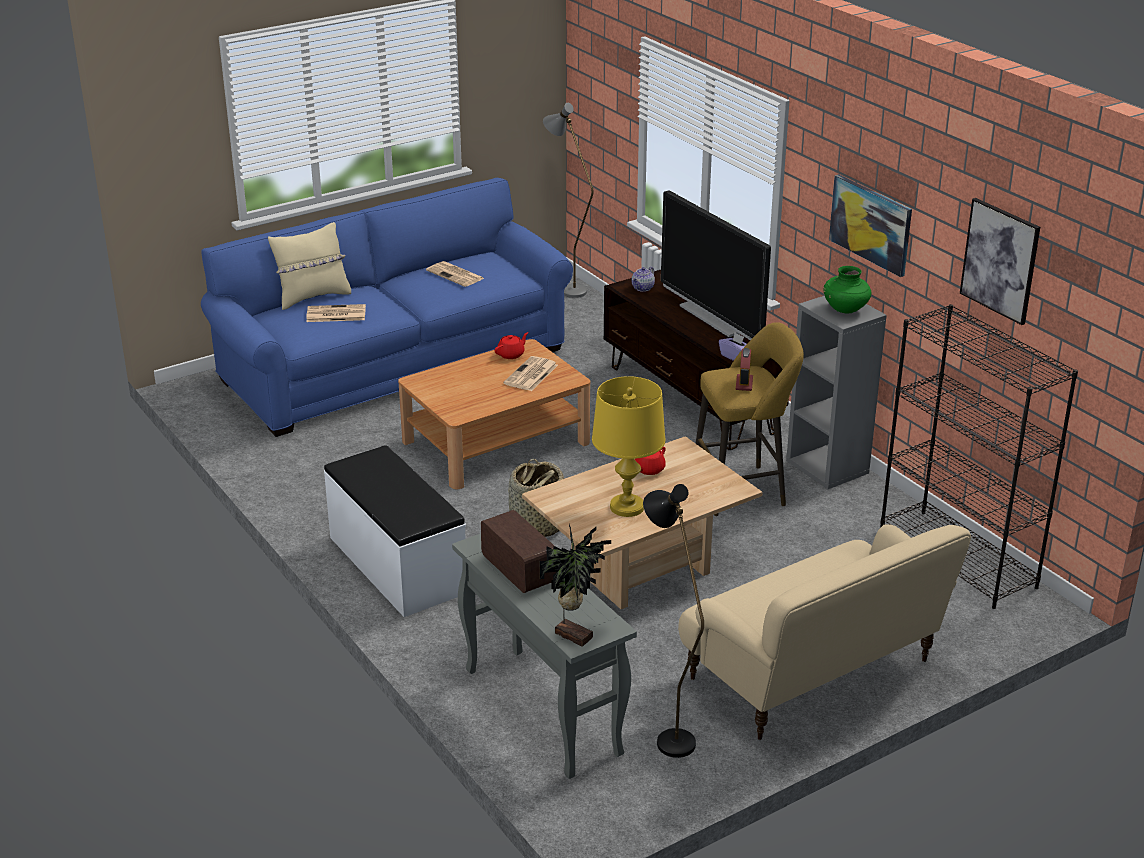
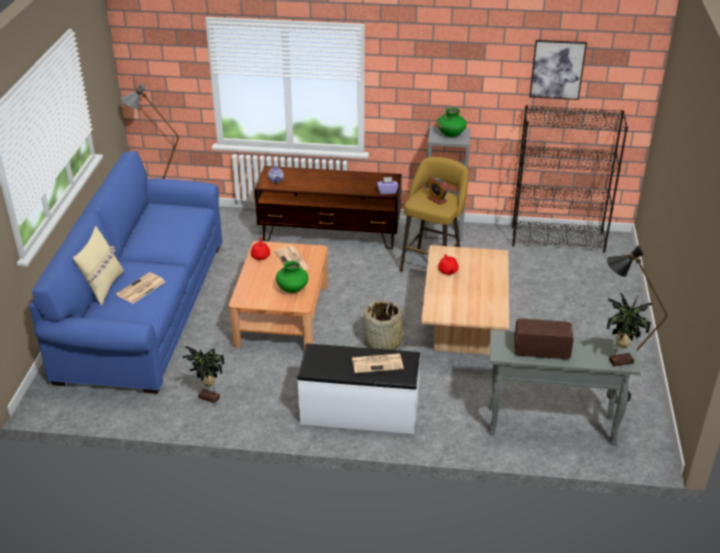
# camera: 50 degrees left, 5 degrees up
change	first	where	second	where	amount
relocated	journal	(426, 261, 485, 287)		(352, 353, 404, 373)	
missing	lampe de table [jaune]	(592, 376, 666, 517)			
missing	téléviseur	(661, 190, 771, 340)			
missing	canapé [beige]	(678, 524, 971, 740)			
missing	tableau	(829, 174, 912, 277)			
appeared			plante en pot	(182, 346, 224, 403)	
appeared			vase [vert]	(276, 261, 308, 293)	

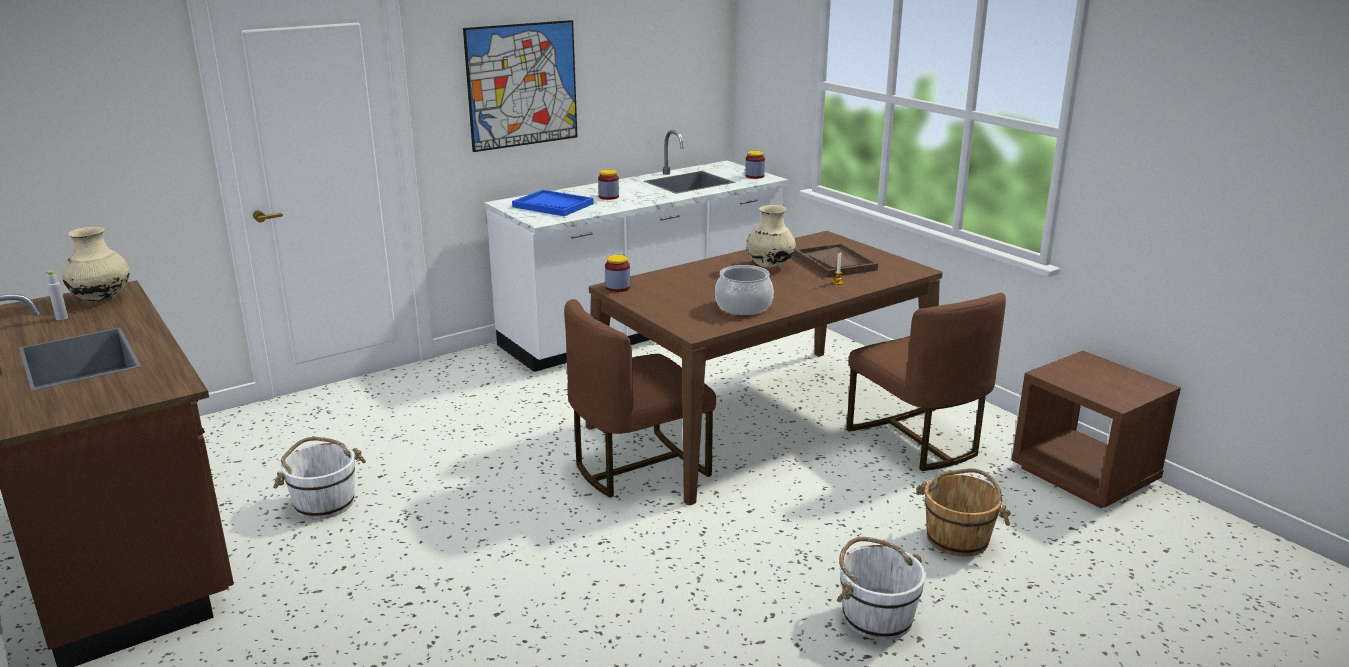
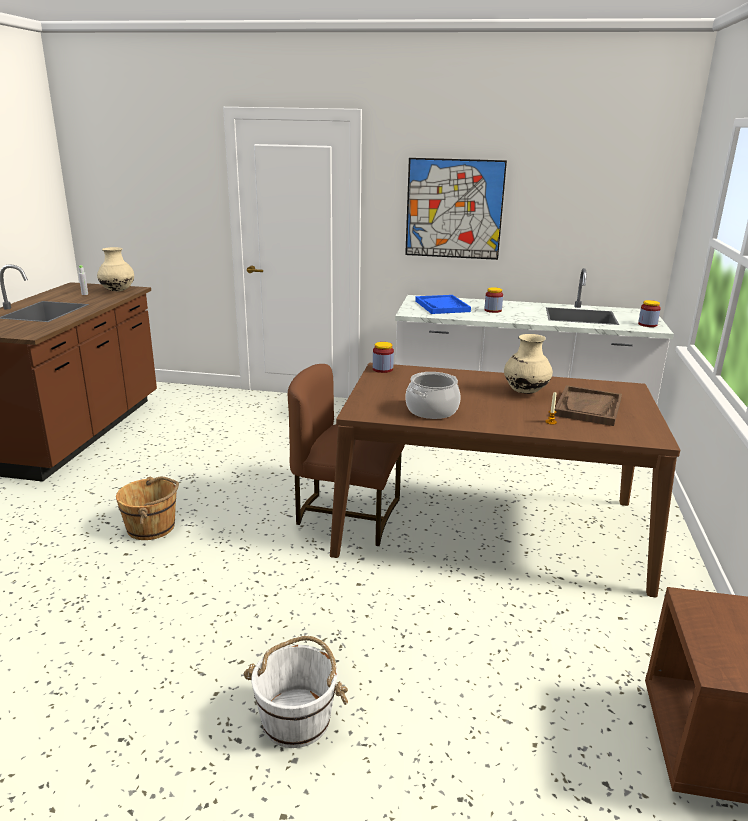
# camera: 45 degrees right, 0 degrees up
change	first	where	second	where	amount
missing	seau [blanc]	(273, 437, 366, 519)			
missing	chaise [marron]	(846, 293, 1006, 471)			
relocated	seau [marron]	(916, 468, 1011, 556)		(116, 477, 179, 540)	

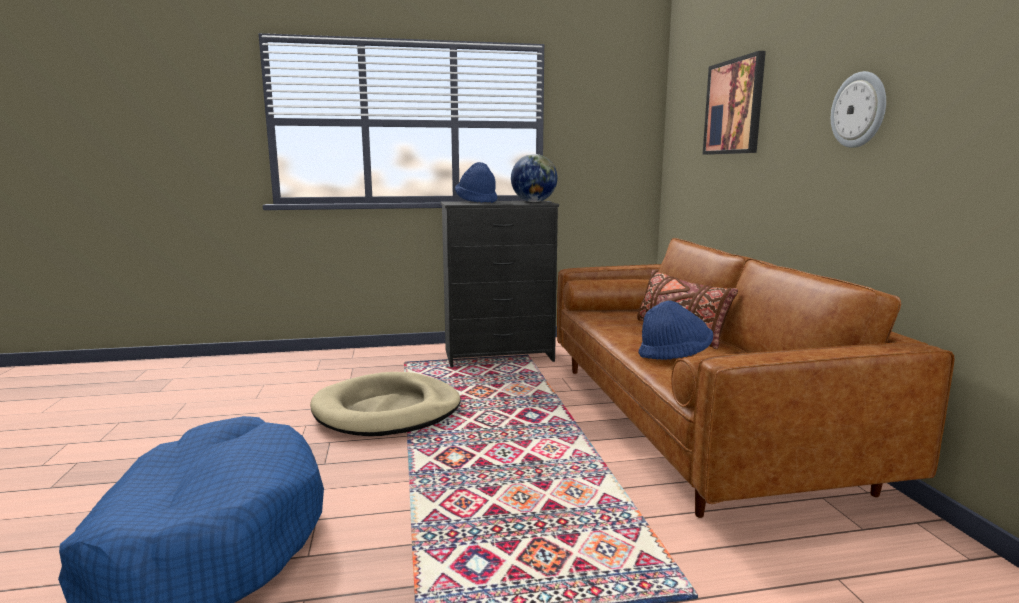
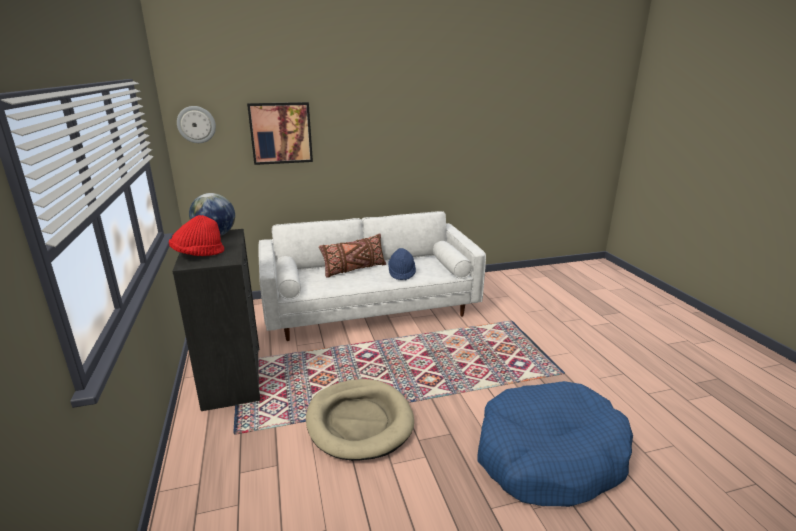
# camera: 95 degrees left, 10 degrees up
change	first	where	second	where	amount
colour	chapeau [bleu]	(455, 162, 498, 203)	chapeau [rouge]	(169, 215, 224, 256)	
colour	canapé [marron]	(557, 238, 954, 518)	canapé [blanc]	(258, 211, 486, 341)	
relocated	horloge murale	(831, 71, 886, 148)		(177, 106, 216, 143)	

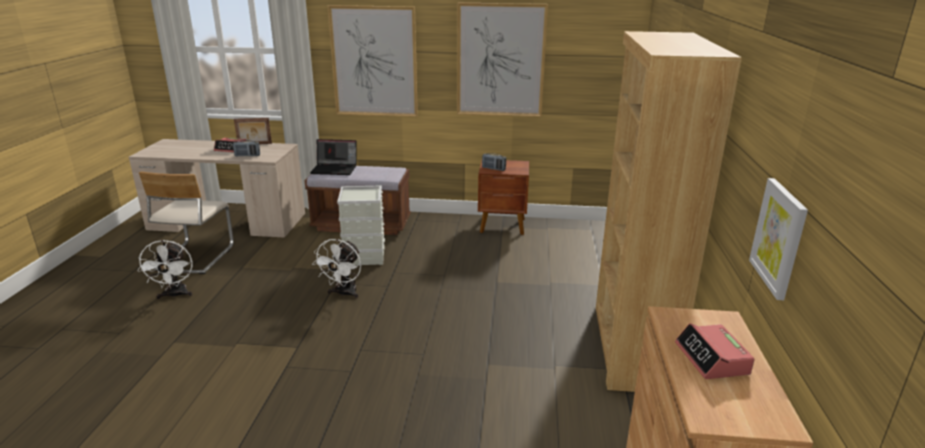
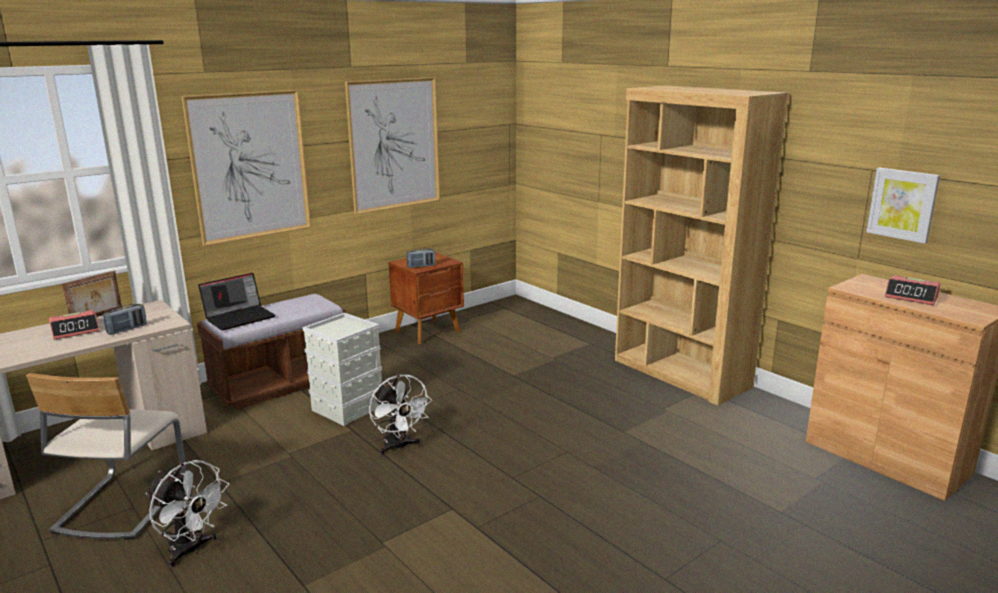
# camera: 45 degrees left, 5 degrees down
change	first	where	second	where	amount
spun	chaise [beige]	(139, 172, 234, 274)		(26, 373, 187, 540)	45 degrees clockwise

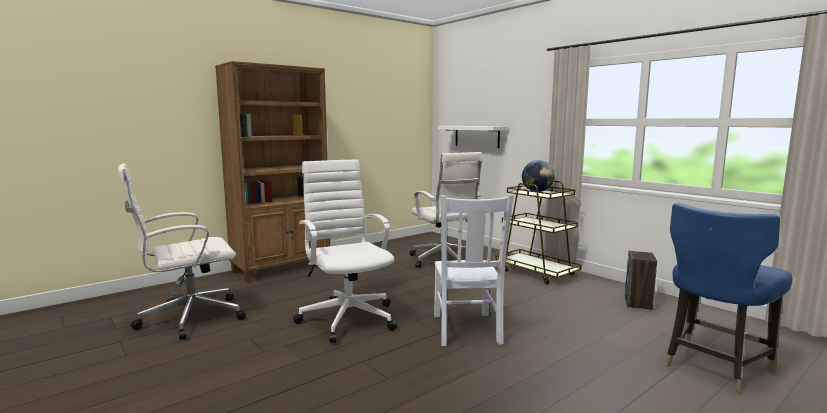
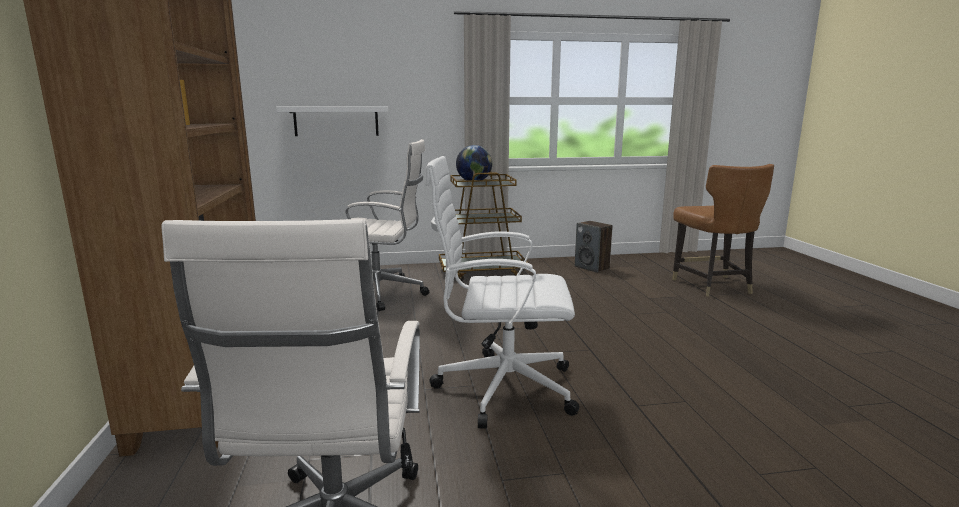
# camera: 60 degrees left, 5 degrees up
change	first	where	second	where	amount
missing	chaise [blanc]	(434, 195, 514, 346)			
colour	chaise [bleu]	(664, 203, 792, 394)	chaise [marron]	(672, 164, 774, 297)	

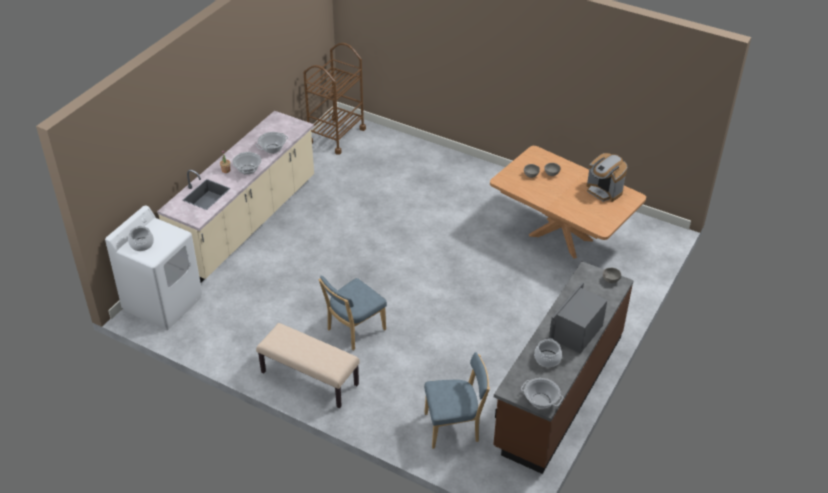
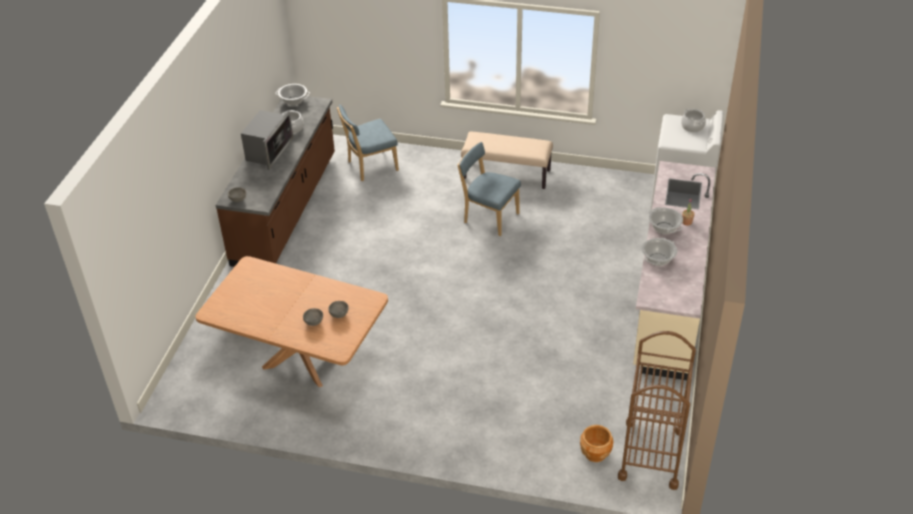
# camera: 165 degrees right, 0 degrees up
change	first	where	second	where	amount
spun	chaise [bleu]	(319, 275, 387, 350)		(458, 142, 521, 236)	90 degrees counterclockwise
missing	machine à café	(586, 153, 627, 202)			
appeared			cache-pot [marron]	(580, 425, 614, 462)	

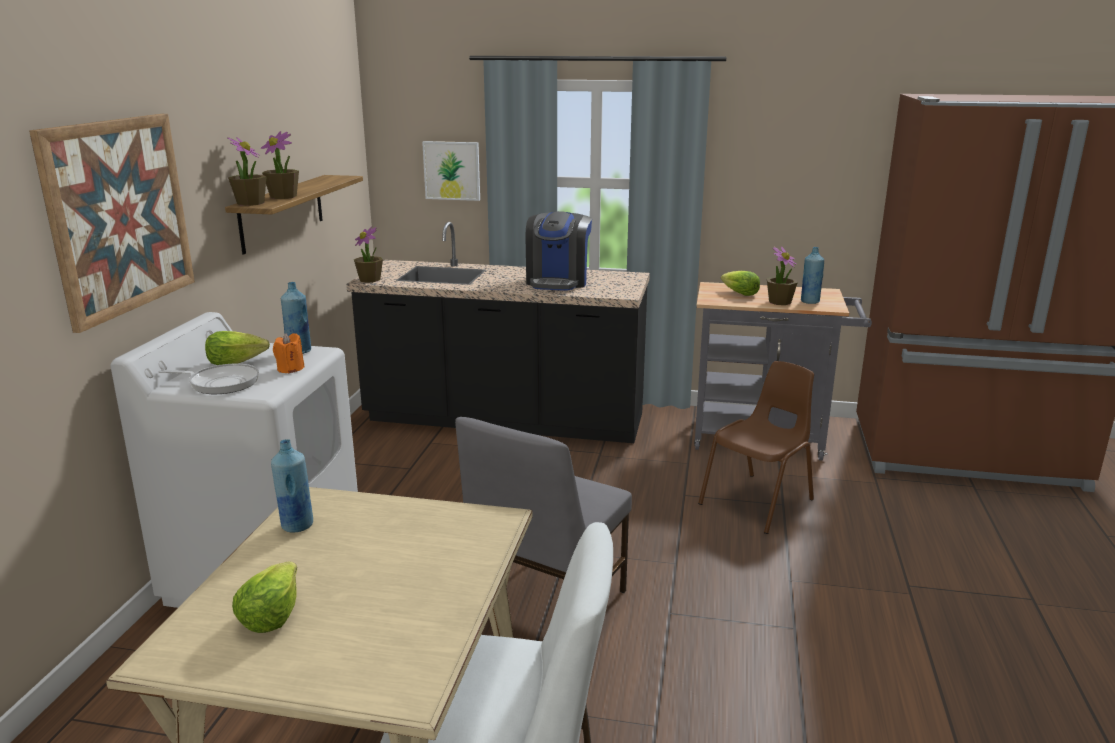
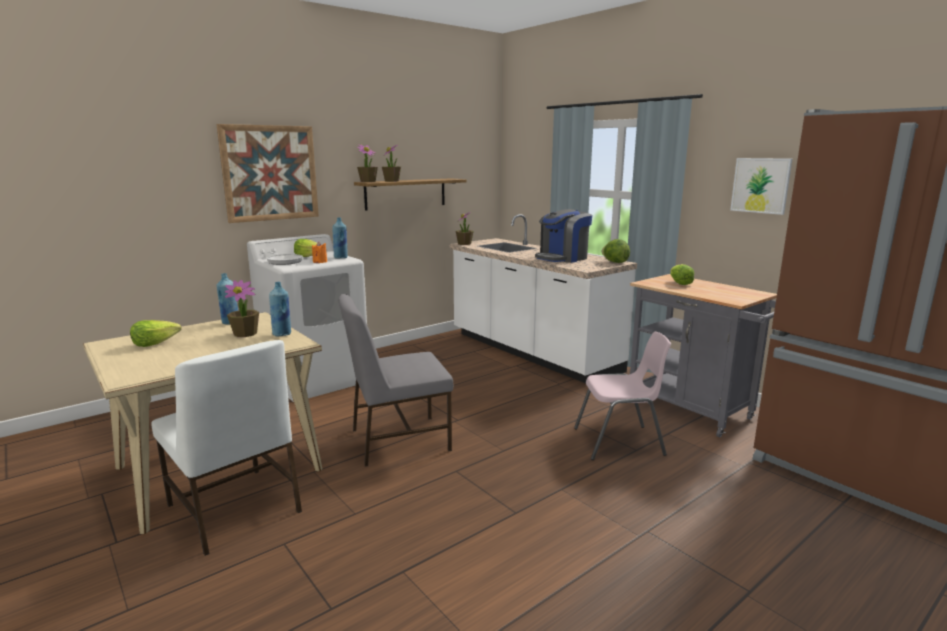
# camera: 40 degrees right, 5 degrees down
change	first	where	second	where	amount
colour	comptoir de cuisine [noir]	(346, 222, 650, 443)	comptoir de cuisine [blanc]	(449, 214, 637, 383)	
relocated	tableau	(422, 141, 480, 201)		(730, 158, 792, 215)	
colour	chaise [marron]	(698, 361, 814, 534)	chaise [rose]	(574, 332, 671, 460)	
relocated	plante en pot	(767, 246, 798, 305)		(225, 280, 259, 337)	
relocated	bouteille [bleu]	(801, 247, 824, 304)		(269, 282, 291, 336)	
appeared			laitue	(601, 239, 630, 263)	

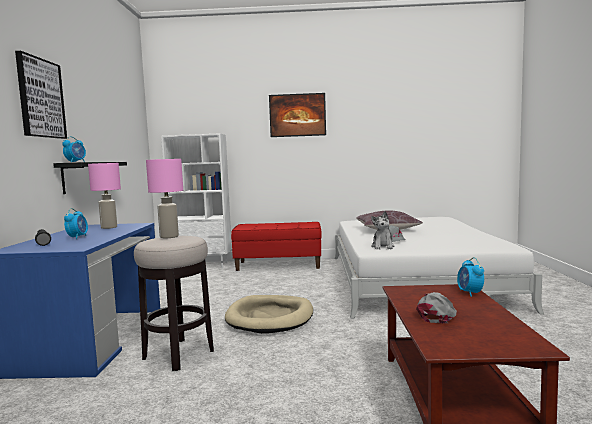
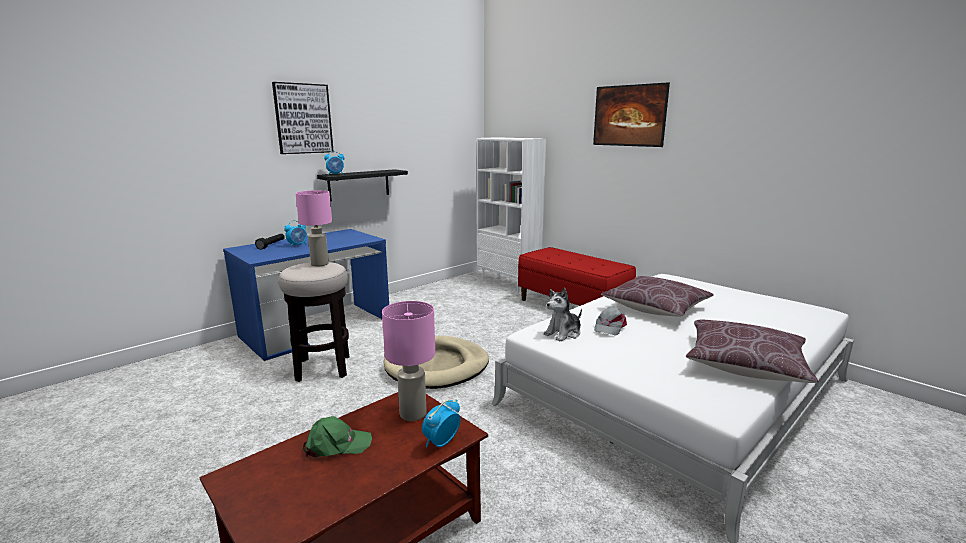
# camera: 45 degrees right, 10 degrees up
change	first	where	second	where	amount
relocated	lampe de table [rose]	(88, 163, 121, 229)		(382, 301, 435, 421)	
colour	casquette [gris]	(416, 292, 457, 323)	casquette [vert]	(303, 416, 372, 459)	
appeared			coussin [marron]	(686, 320, 819, 383)	

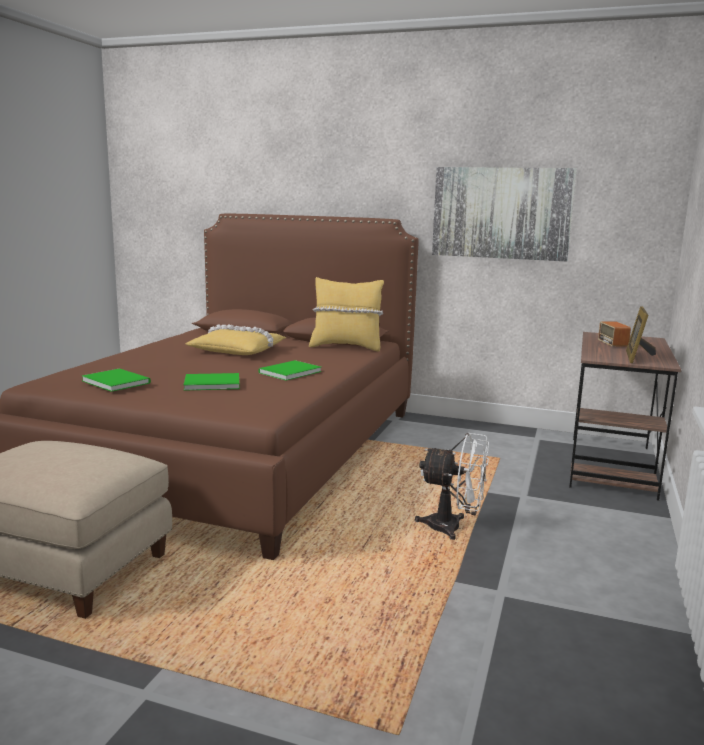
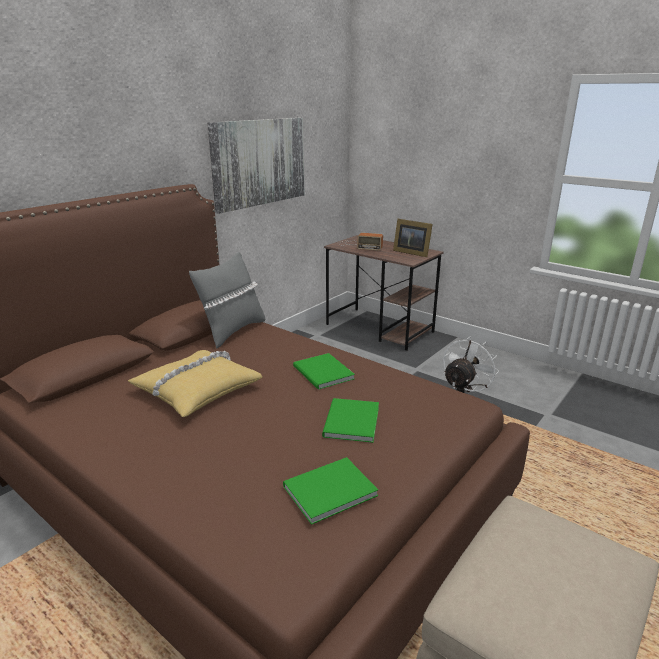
# camera: 70 degrees left, 10 degrees up
change	first	where	second	where	amount
colour	coussin [jaune]	(309, 277, 384, 352)	coussin [gris]	(189, 252, 265, 349)	

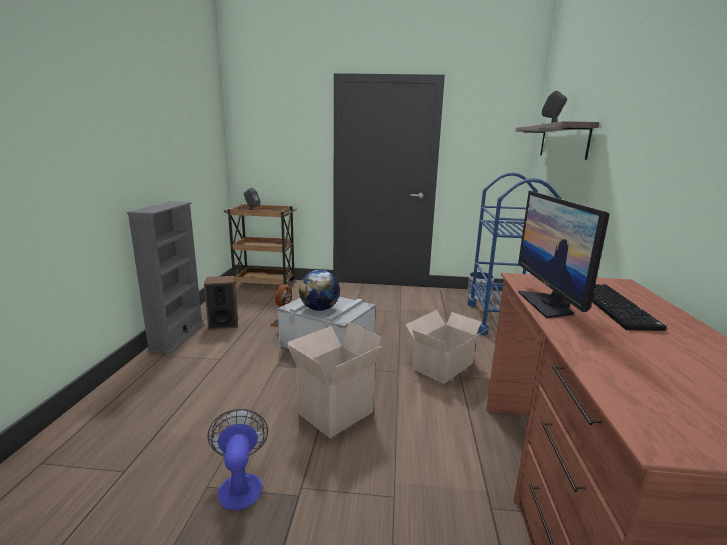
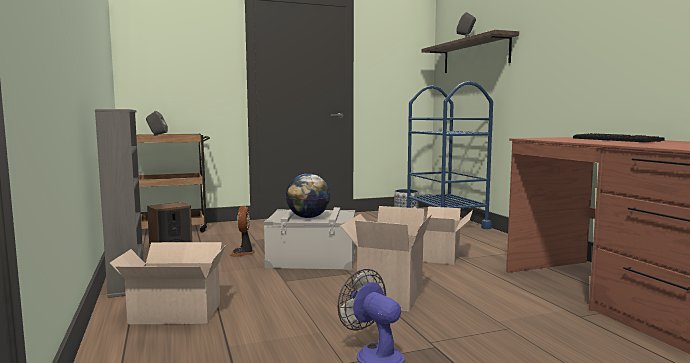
# camera: 25 degrees left, 10 degrees down
change	first	where	second	where	amount
missing	écran d'ordinateur	(518, 191, 610, 319)			
appeared			carton	(110, 242, 226, 324)	

